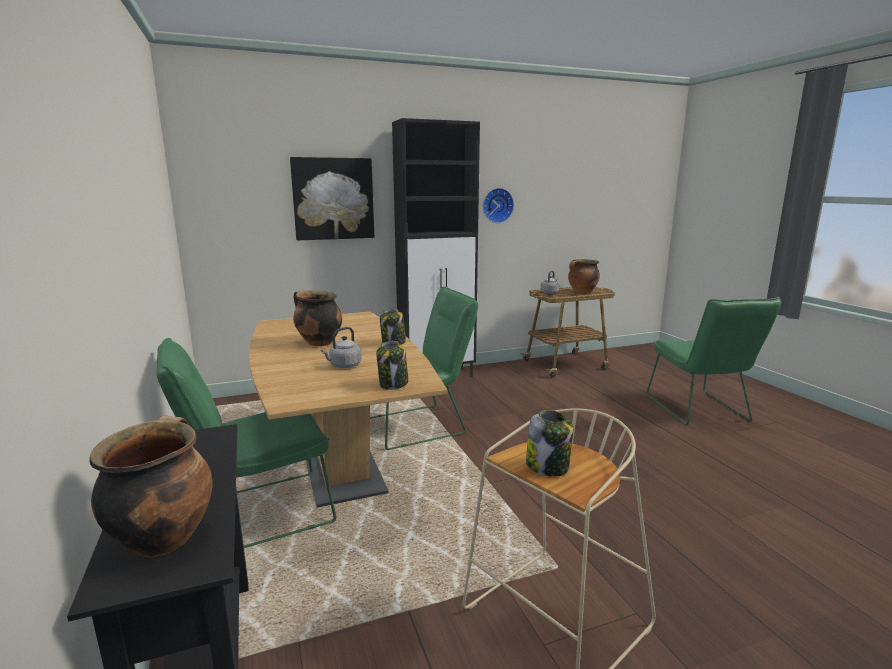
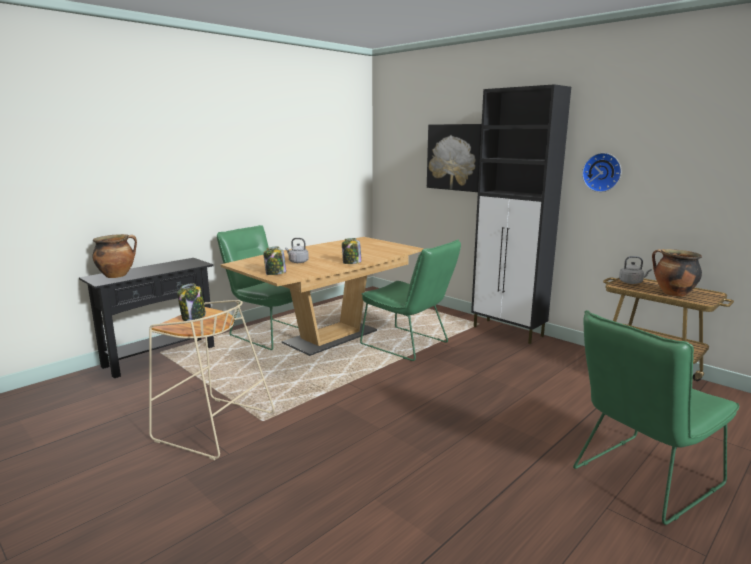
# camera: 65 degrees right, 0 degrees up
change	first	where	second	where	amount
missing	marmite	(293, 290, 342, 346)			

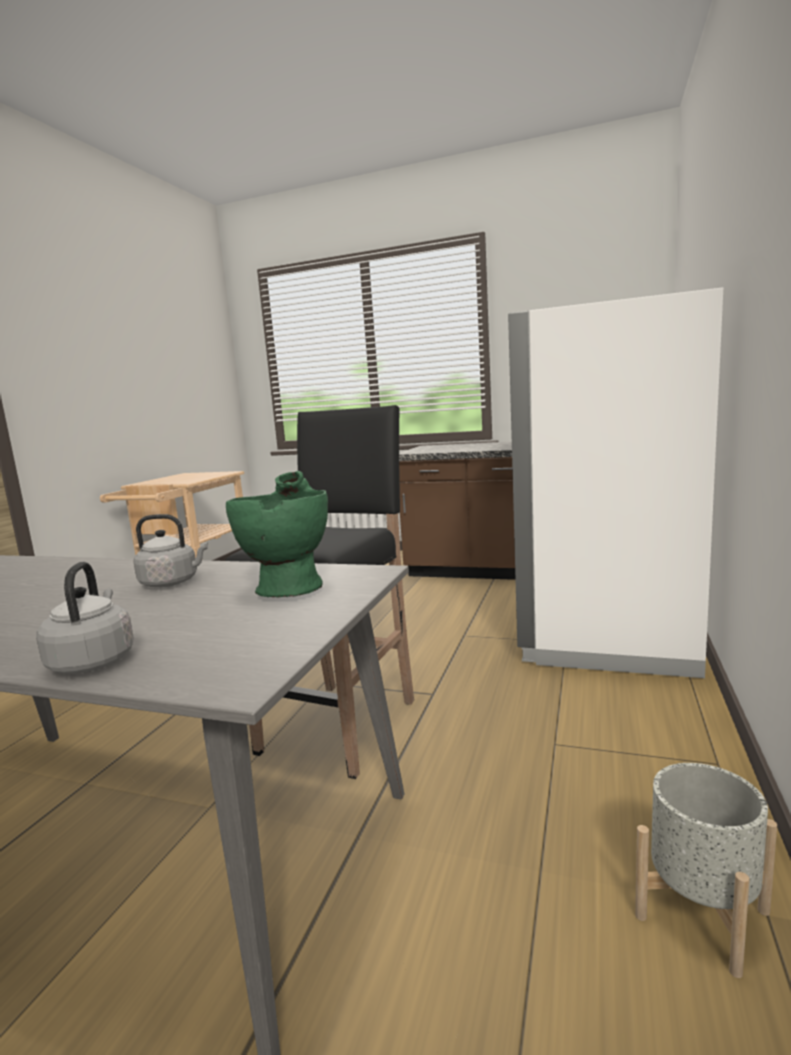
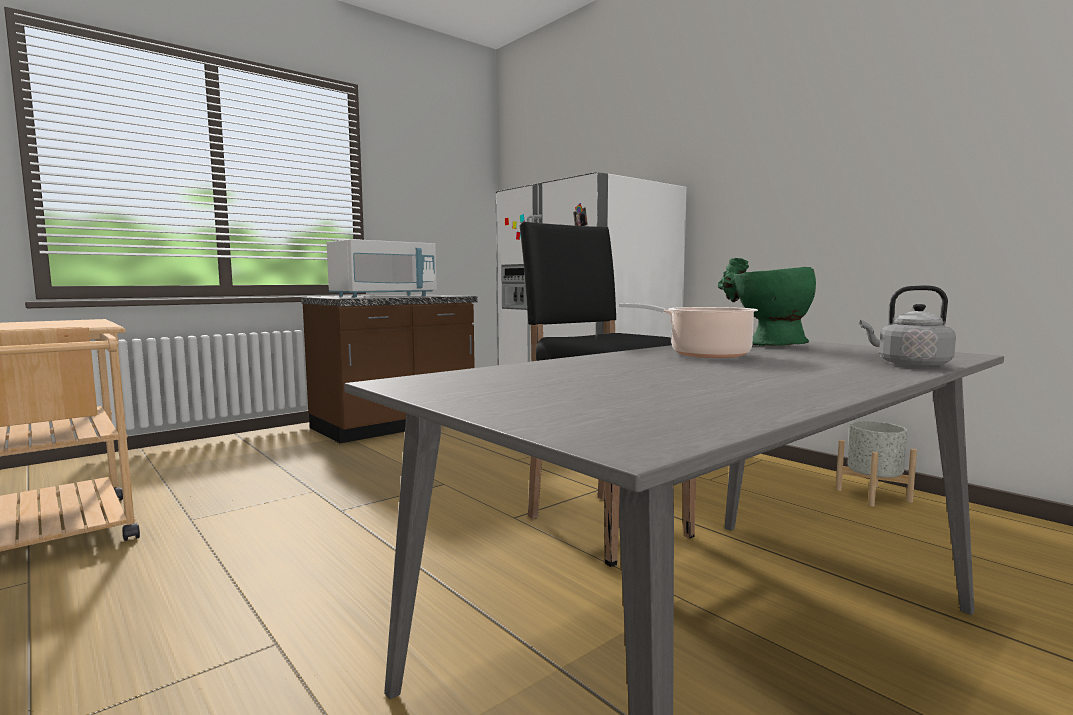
# camera: 60 degrees left, 5 degrees down
change	first	where	second	where	amount
exchanged	bouilloire [gris]	(134, 514, 208, 587)	marmite	(619, 303, 758, 358)	
appeared			micro-ondes [blanc]	(327, 239, 437, 297)	

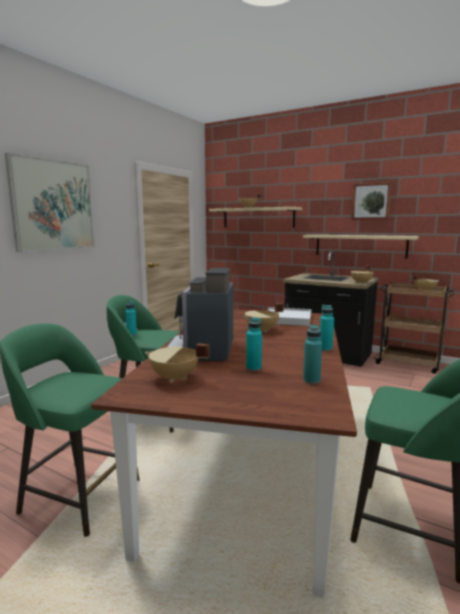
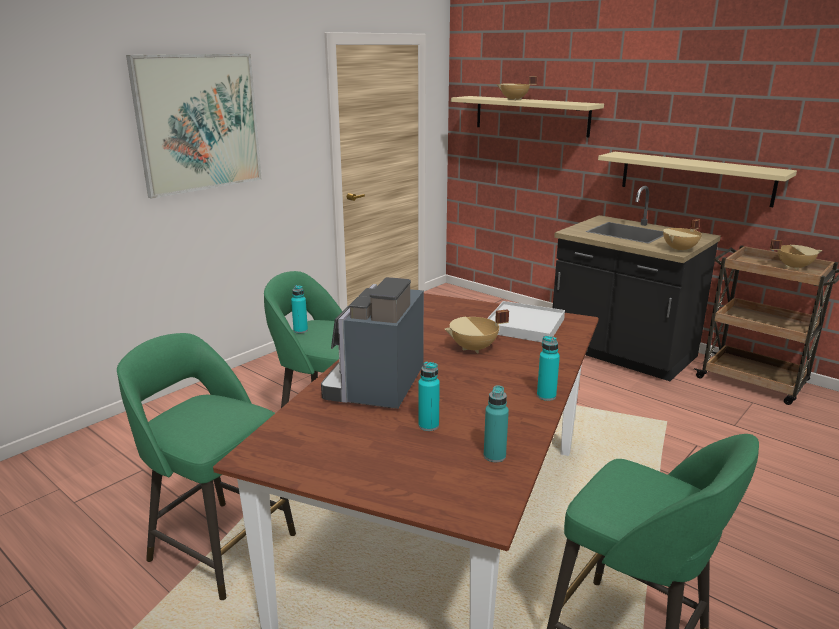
# camera: 10 degrees right, 10 degrees up
change	first	where	second	where	amount
missing	marmite [beige]	(144, 343, 209, 383)			
missing	tableau	(351, 182, 392, 220)			

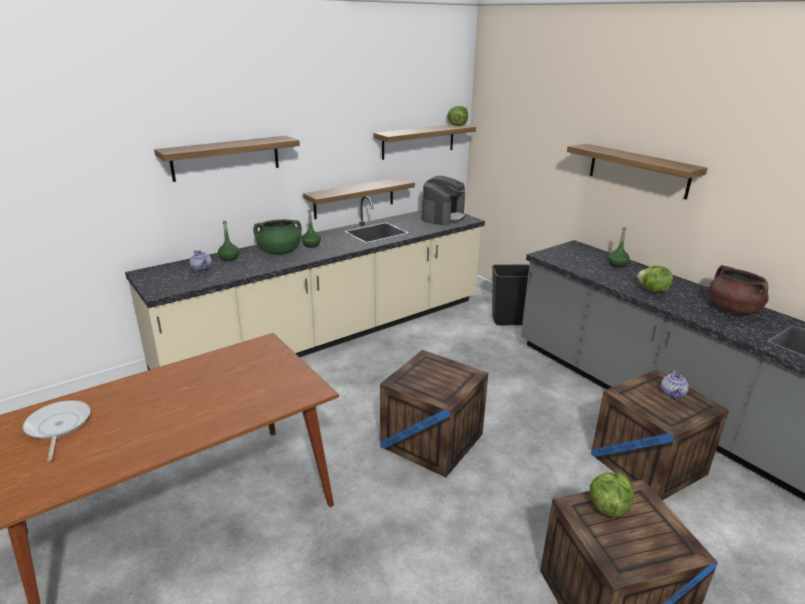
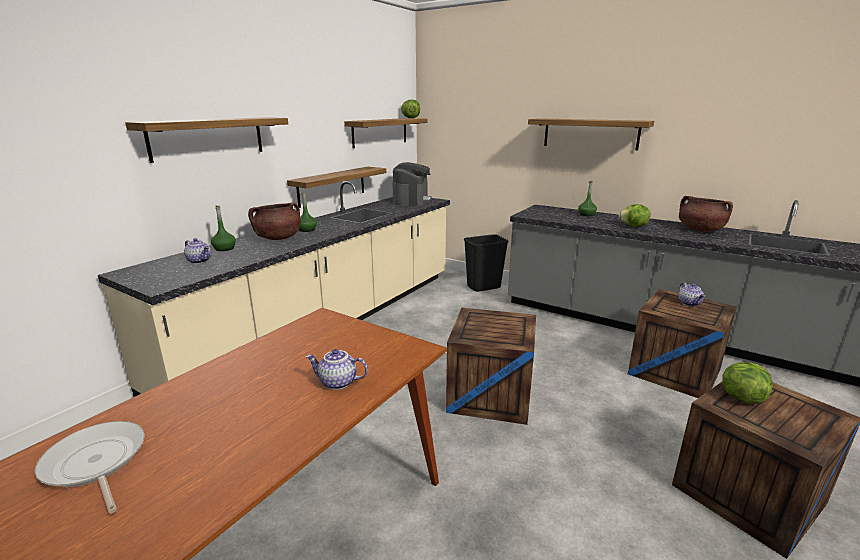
# camera: 20 degrees left, 5 degrees down
change	first	where	second	where	amount
colour	marmite [vert]	(253, 219, 302, 255)	marmite [marron]	(248, 202, 301, 240)	
appeared			théière	(306, 349, 368, 390)	

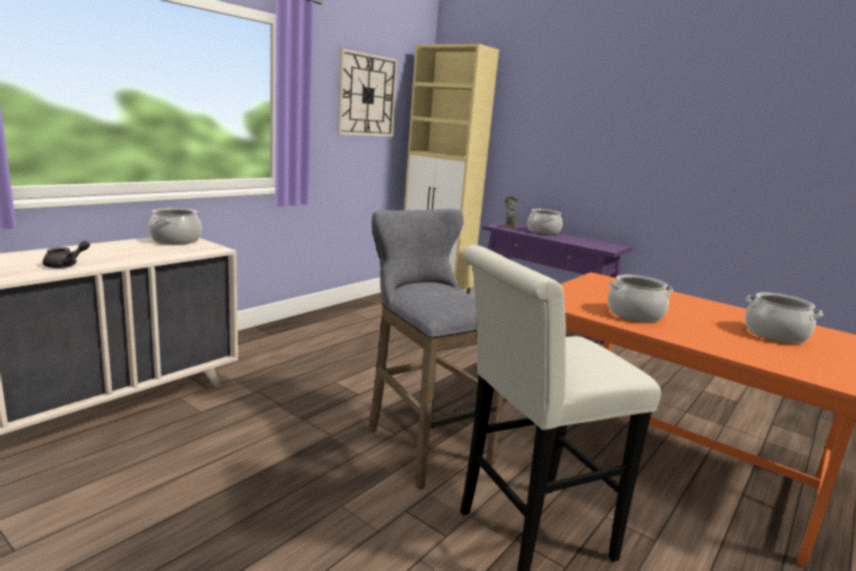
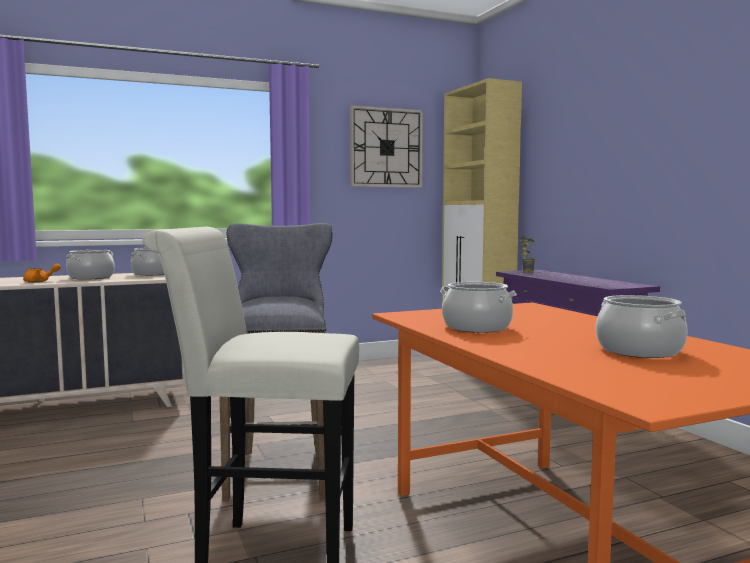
# camera: 30 degrees right, 10 degrees down
change	first	where	second	where	amount
colour	théière [gris]	(43, 240, 90, 268)	théière [orange]	(23, 264, 61, 283)	
relocated	marmite	(527, 209, 562, 235)		(66, 250, 115, 280)	

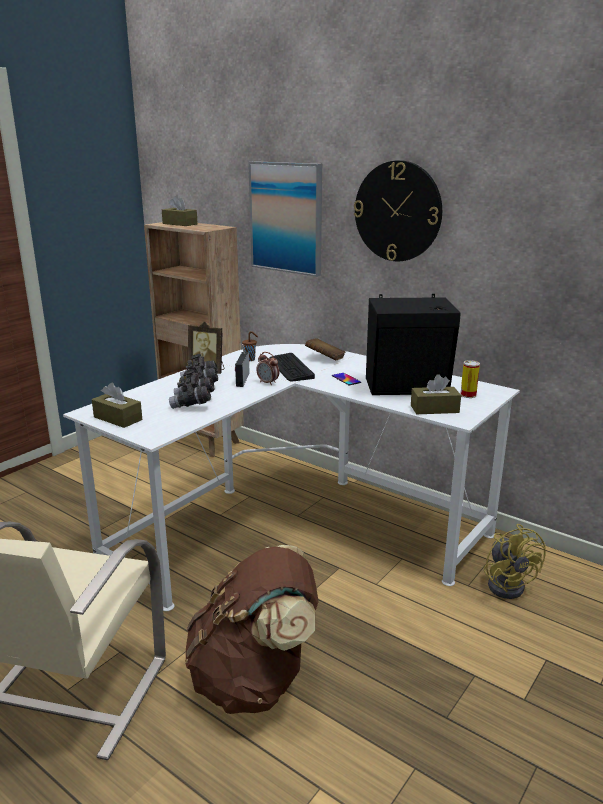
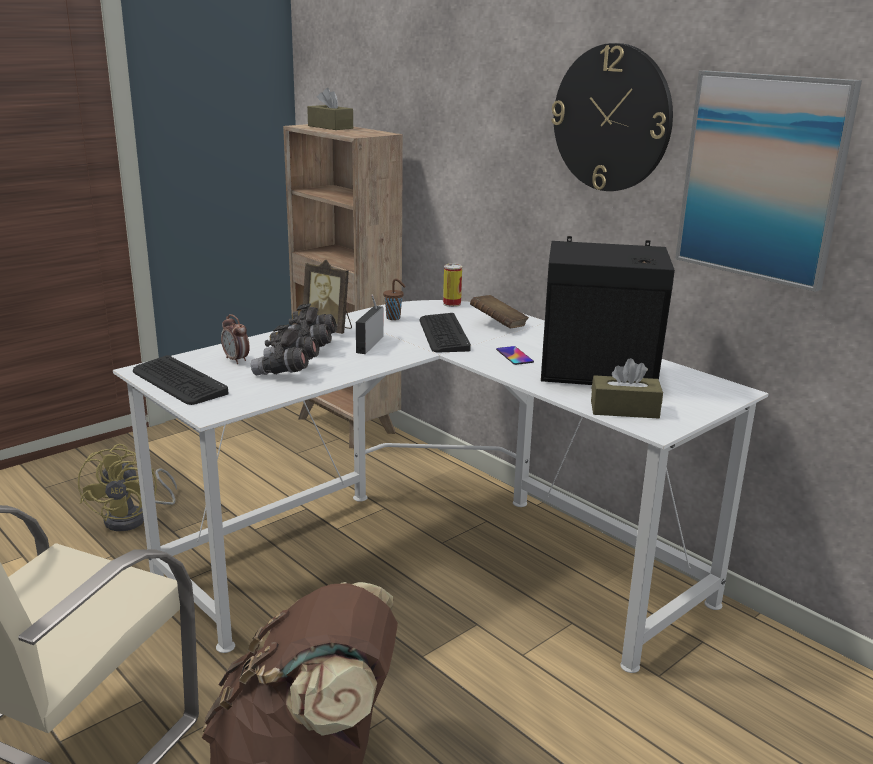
# camera: 10 degrees right, 0 degrees up
change	first	where	second	where	amount
exchanged	boîte à mouchoirs [marron]	(92, 383, 142, 428)	clavier	(133, 355, 229, 405)	
relocated	tableau	(248, 161, 322, 277)		(675, 71, 862, 292)	
relocated	réveil	(256, 352, 279, 386)		(221, 314, 250, 364)	
relocated	boîte métallique	(461, 360, 480, 398)		(443, 264, 462, 307)	
relocated	ventilateur [jaune]	(484, 524, 546, 599)		(78, 444, 177, 531)	

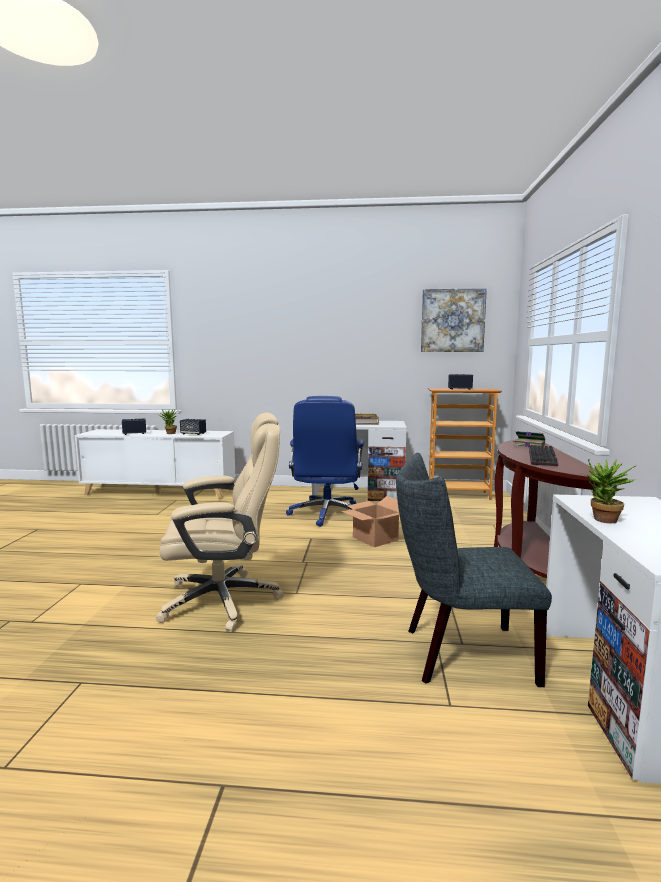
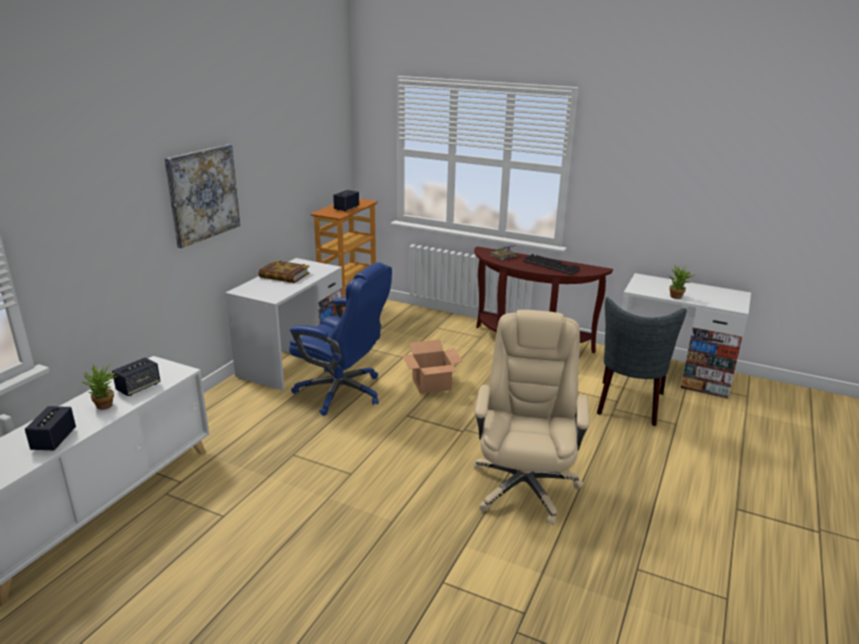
# camera: 70 degrees left, 15 degrees up
change	first	where	second	where	amount
relocated	tableau	(421, 288, 487, 352)		(165, 144, 240, 248)	

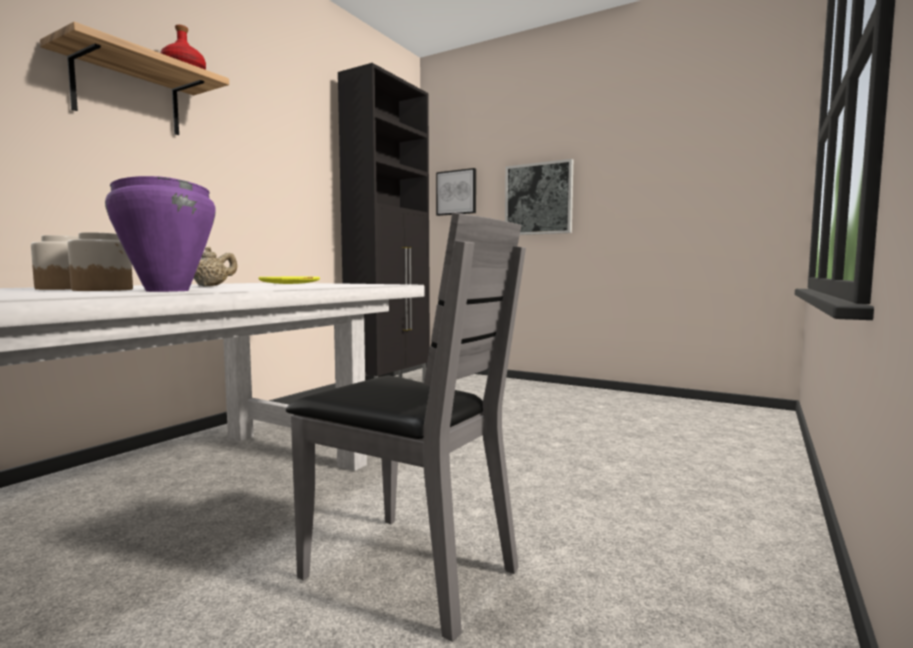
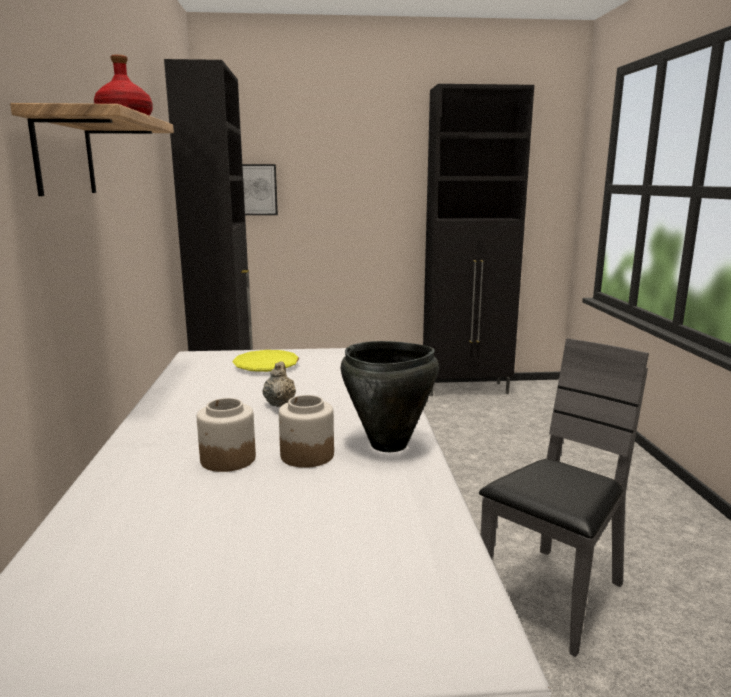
# camera: 35 degrees left, 10 degrees up
change	first	where	second	where	amount
colour	marmite [violet]	(105, 176, 215, 292)	marmite [noir]	(341, 341, 439, 452)	
spun	chaise [gris]	(286, 213, 526, 642)		(479, 338, 649, 657)	45 degrees counterclockwise
missing	tableau	(505, 159, 573, 235)			
appeared			meuble de rangement [noir]	(423, 84, 534, 396)	

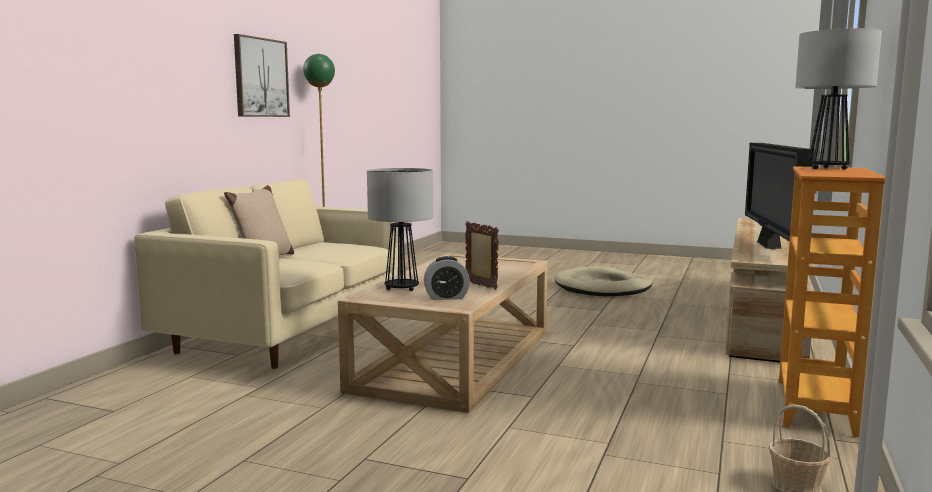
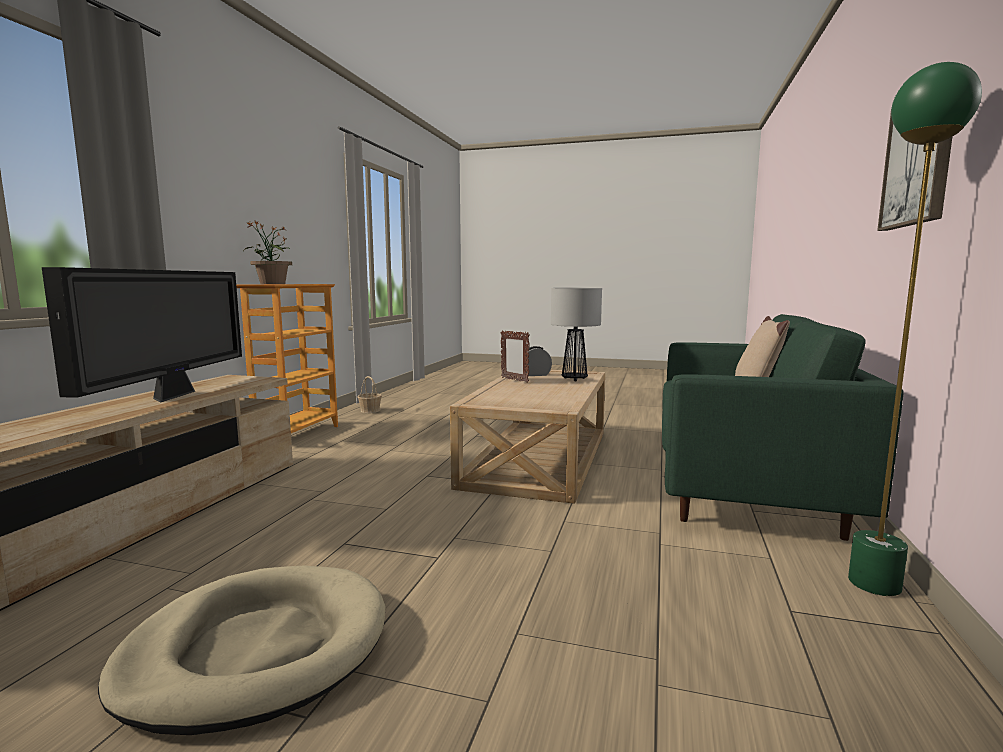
# camera: 175 degrees right, 0 degrees up
change	first	where	second	where	amount
colour	canapé [beige]	(134, 179, 398, 369)	canapé [vert]	(662, 314, 904, 541)	
exchanged	lampe de table	(795, 28, 882, 170)	plante en pot	(244, 221, 292, 284)	

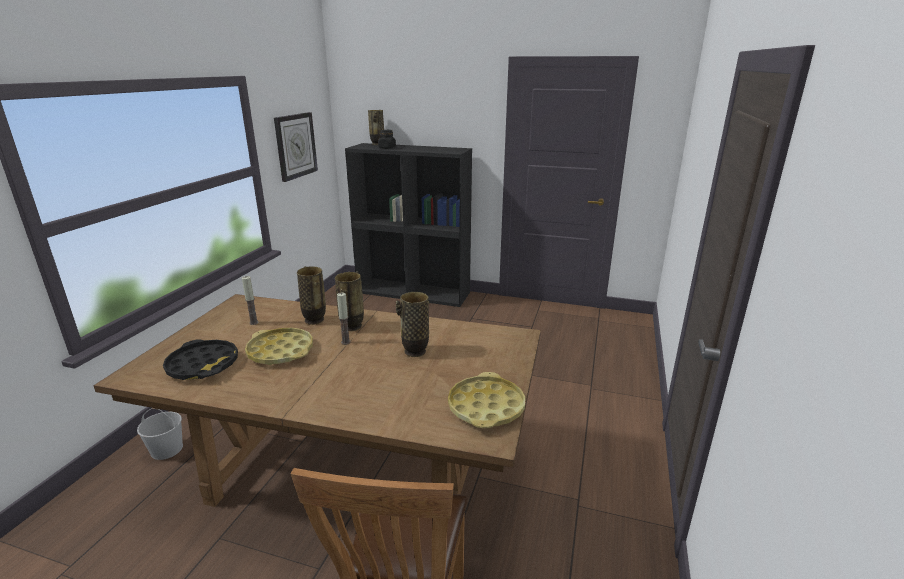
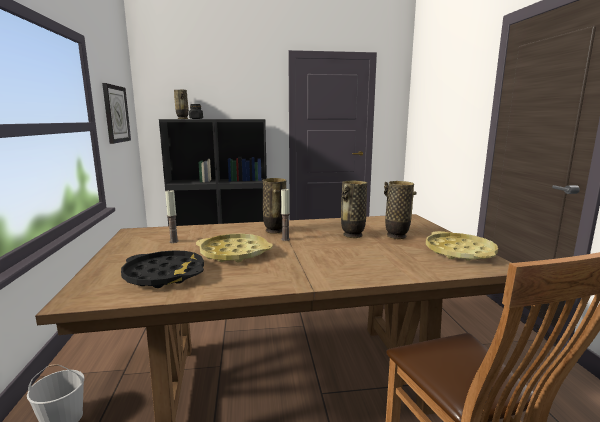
# camera: 25 degrees left, 10 degrees down
change	first	where	second	where	amount
relocated	vase	(297, 266, 326, 325)		(384, 181, 416, 239)	

